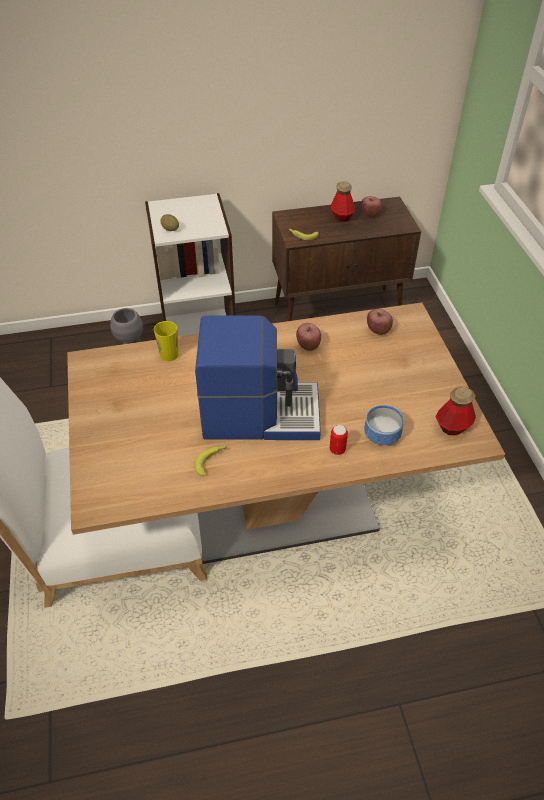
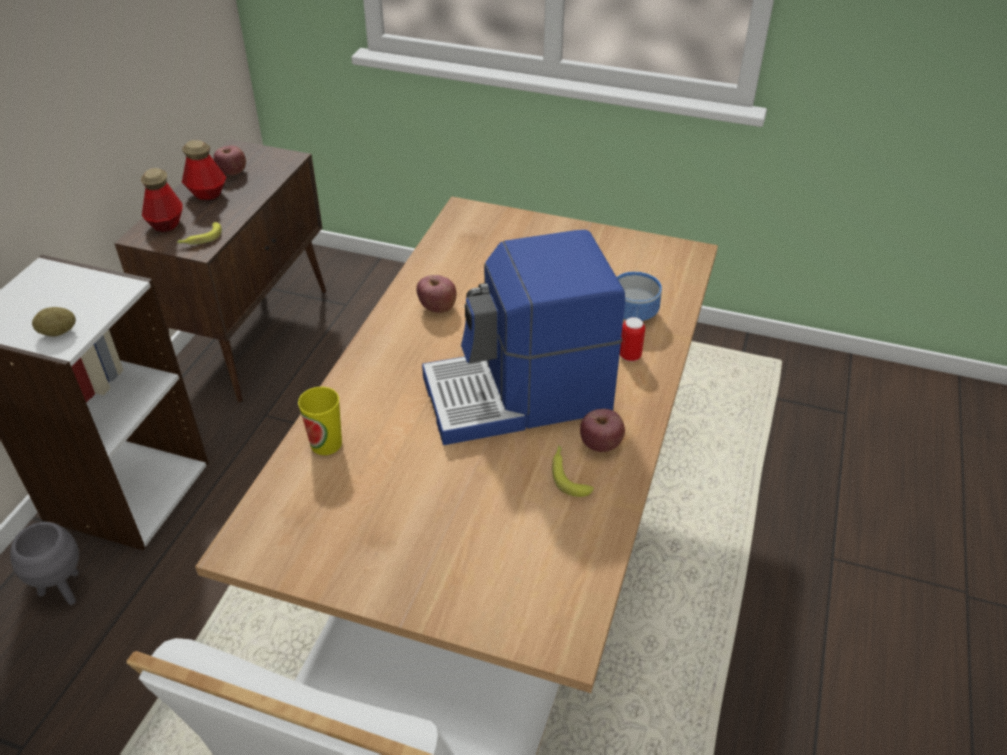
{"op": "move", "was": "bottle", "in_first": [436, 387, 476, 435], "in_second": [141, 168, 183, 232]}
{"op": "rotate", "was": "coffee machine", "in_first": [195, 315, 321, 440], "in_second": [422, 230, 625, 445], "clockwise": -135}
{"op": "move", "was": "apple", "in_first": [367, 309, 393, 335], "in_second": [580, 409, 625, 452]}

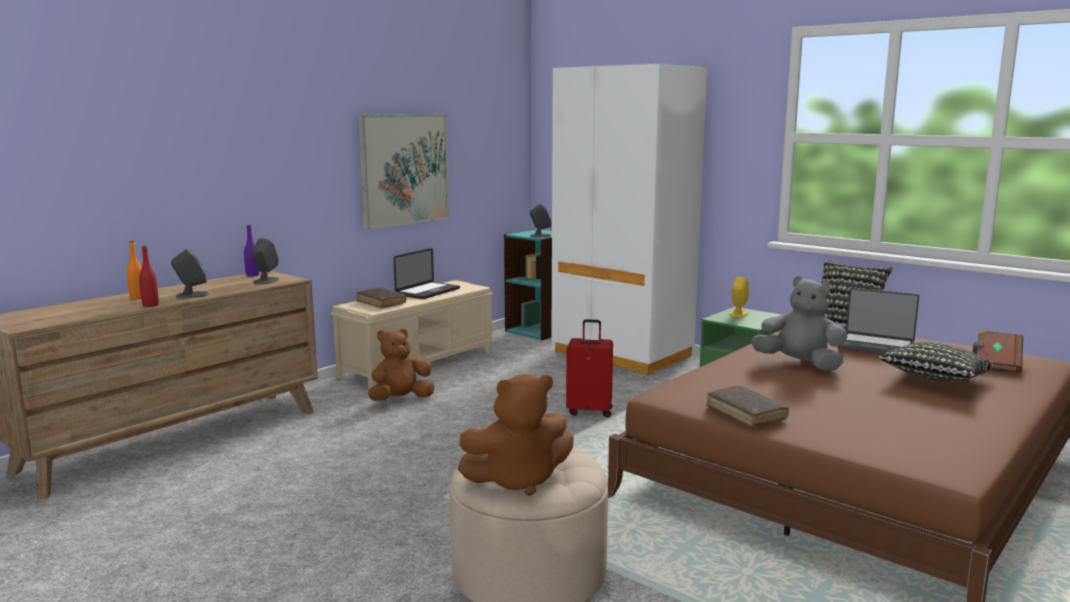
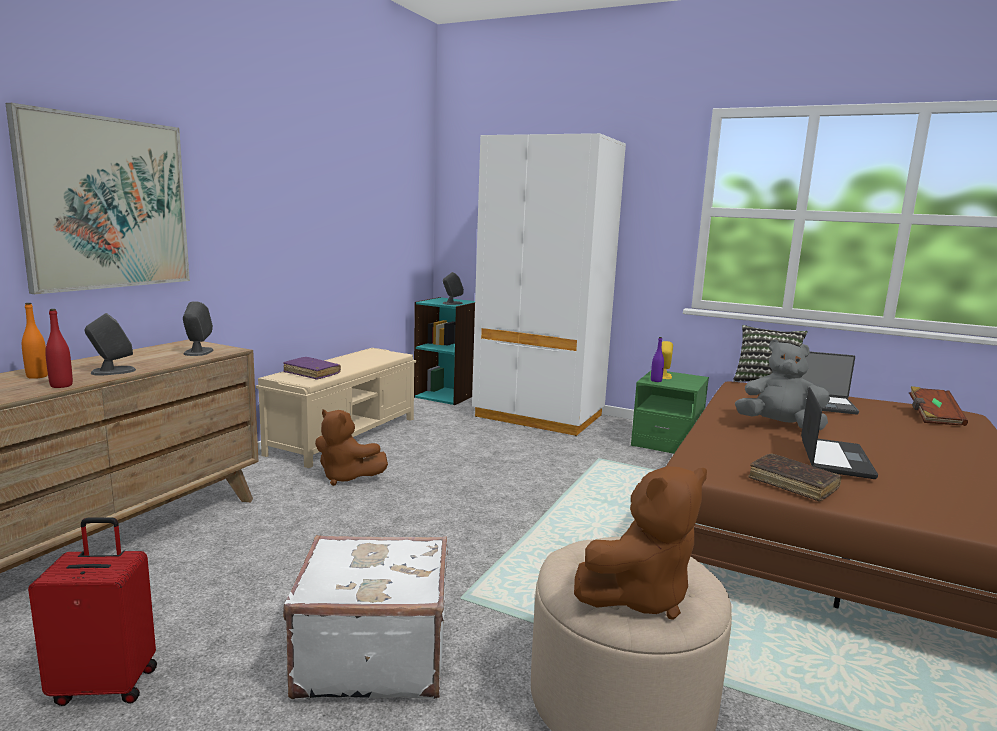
{"op": "move", "was": "picture", "in_first": [358, 114, 449, 230], "in_second": [6, 103, 190, 294]}
{"op": "move", "was": "red suitcase", "in_first": [566, 319, 613, 417], "in_second": [28, 517, 157, 706]}
{"op": "insert", "now": "white suitcase", "in_second": [283, 535, 448, 699]}
{"op": "recolor", "was": "brown book", "now": "purple book", "in_first": [357, 287, 406, 309], "in_second": [284, 357, 341, 380]}
{"op": "rotate", "was": "brown plush toy", "in_first": [368, 329, 435, 401], "in_second": [315, 410, 388, 486], "clockwise": -105}
{"op": "move", "was": "purple bottle", "in_first": [244, 225, 259, 277], "in_second": [651, 337, 664, 382]}
{"op": "move", "was": "laptop", "in_first": [394, 248, 460, 299], "in_second": [801, 387, 878, 479]}
{"op": "delete", "was": "pillow", "in_first": [878, 342, 994, 382]}

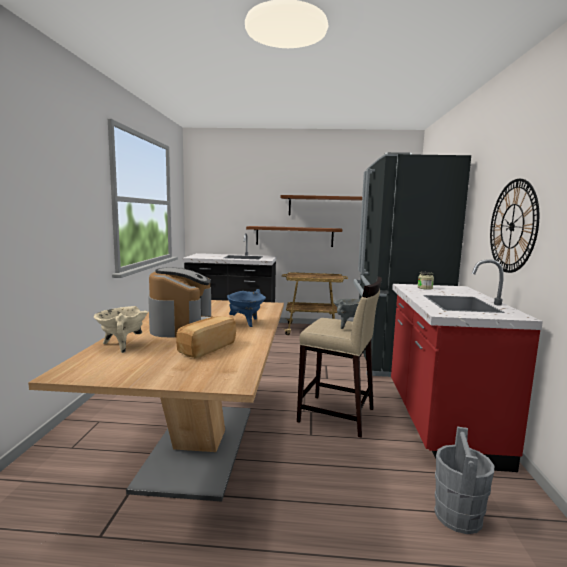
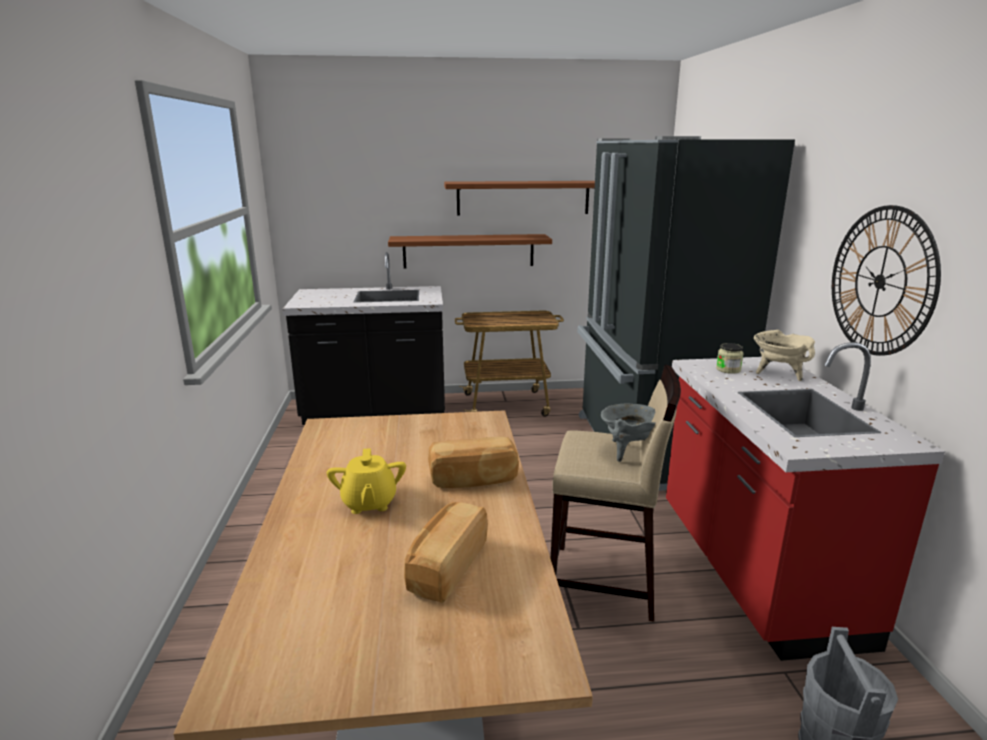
{"op": "replace", "was": "coffee machine", "now": "yellow teapot", "in_first": [148, 267, 211, 338], "in_second": [327, 448, 406, 514]}
{"op": "replace", "was": "blue cooking pot", "now": "bread", "in_first": [227, 289, 266, 327], "in_second": [428, 437, 519, 488]}
{"op": "move", "was": "beige cooking pot", "in_first": [94, 306, 148, 353], "in_second": [754, 330, 815, 381]}

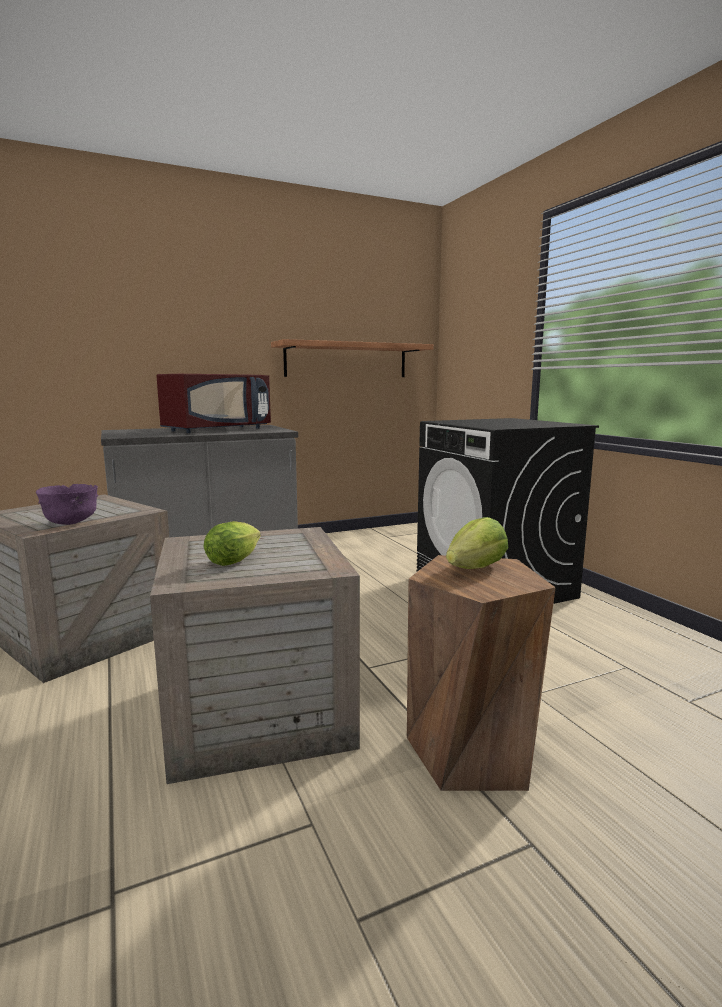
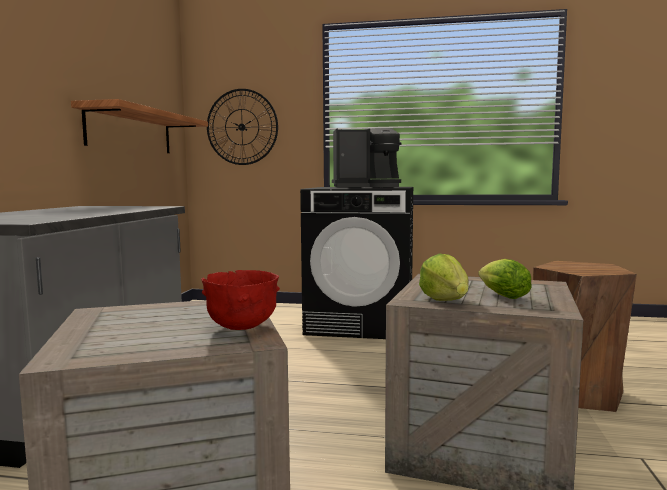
{"op": "recolor", "was": "purple bowl", "now": "red bowl", "in_first": [36, 484, 98, 525], "in_second": [201, 270, 280, 330]}
{"op": "insert", "now": "wall clock", "in_second": [207, 89, 278, 165]}
{"op": "insert", "now": "coffee machine", "in_second": [332, 128, 402, 187]}
{"op": "move", "was": "lettuce", "in_first": [446, 517, 508, 569], "in_second": [419, 253, 468, 301]}
{"op": "delete", "was": "red microwave", "in_first": [156, 374, 271, 433]}

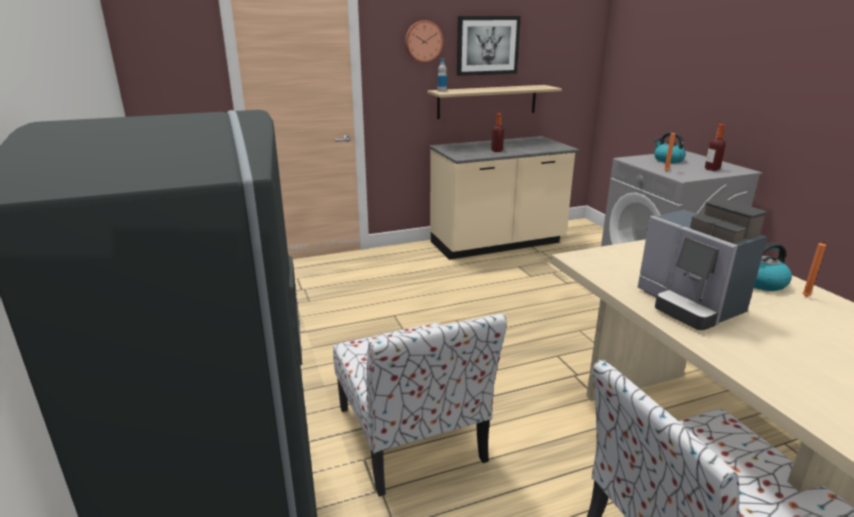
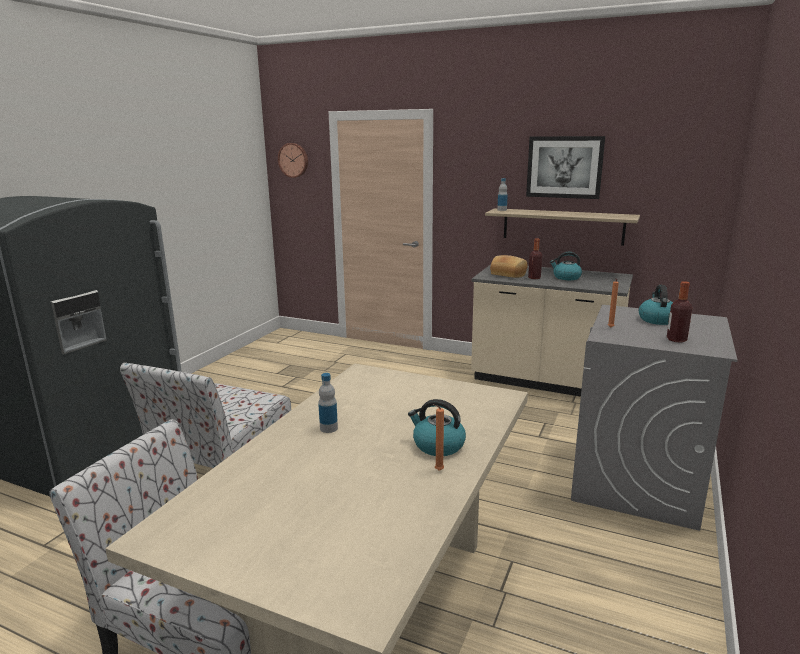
{"op": "move", "was": "wall clock", "in_first": [405, 20, 443, 63], "in_second": [278, 143, 308, 178]}
{"op": "replace", "was": "coffee machine", "now": "bottle", "in_first": [638, 198, 767, 330], "in_second": [318, 373, 338, 433]}
{"op": "insert", "now": "bread", "in_second": [490, 255, 528, 278]}
{"op": "insert", "now": "kettle", "in_second": [550, 252, 582, 280]}

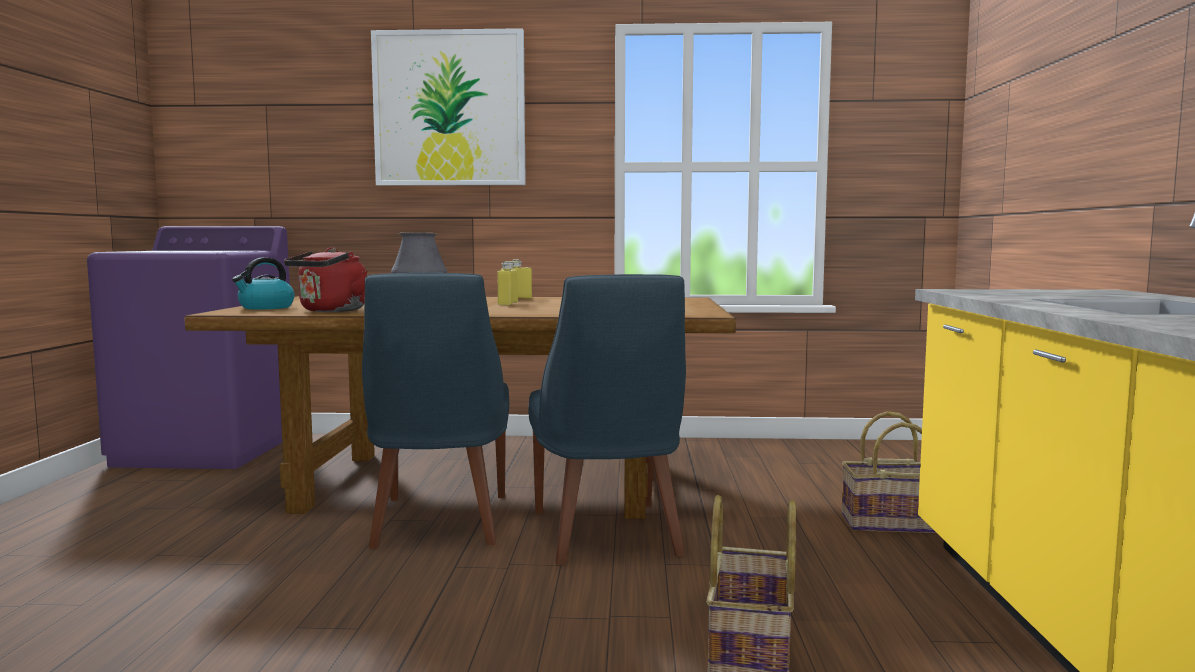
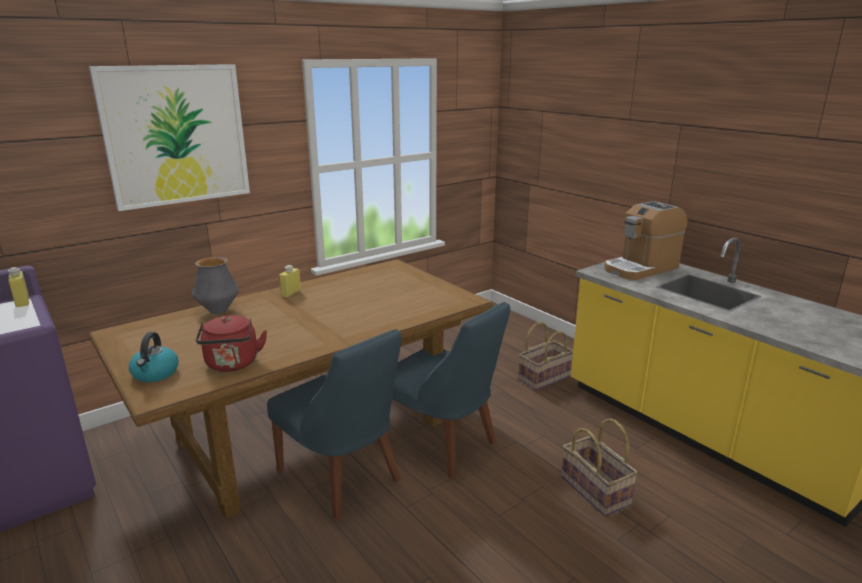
{"op": "move", "was": "yellow bottle", "in_first": [497, 261, 518, 305], "in_second": [8, 267, 29, 307]}
{"op": "insert", "now": "coffee machine", "in_second": [604, 201, 687, 280]}

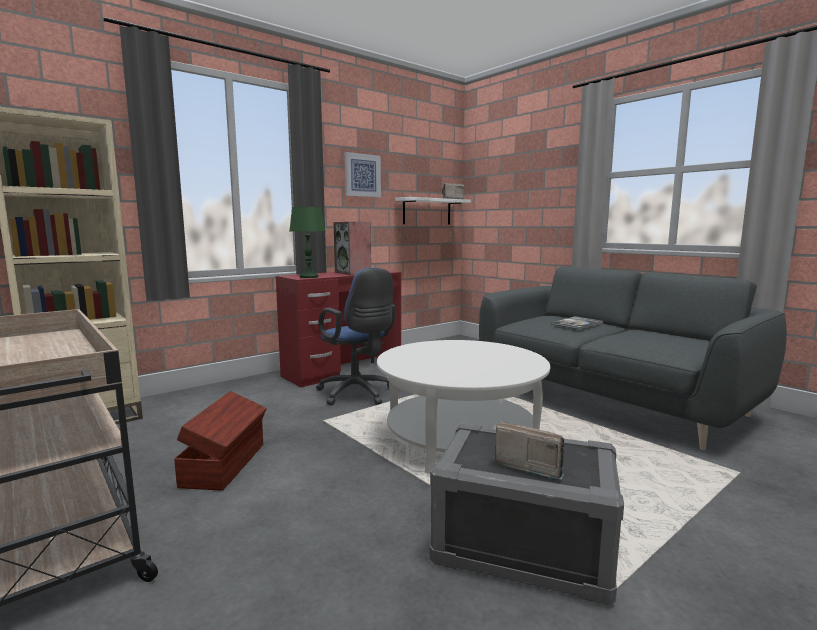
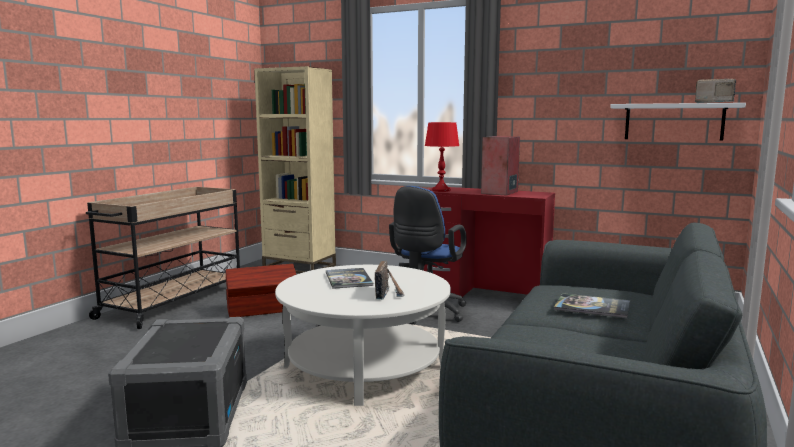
{"op": "insert", "now": "book", "in_second": [326, 268, 373, 289]}
{"op": "move", "was": "radio", "in_first": [495, 421, 564, 480], "in_second": [375, 260, 404, 300]}
{"op": "recolor", "was": "green table lamp", "now": "red table lamp", "in_first": [290, 207, 325, 278], "in_second": [425, 122, 459, 192]}
{"op": "delete", "was": "picture", "in_first": [345, 152, 381, 197]}

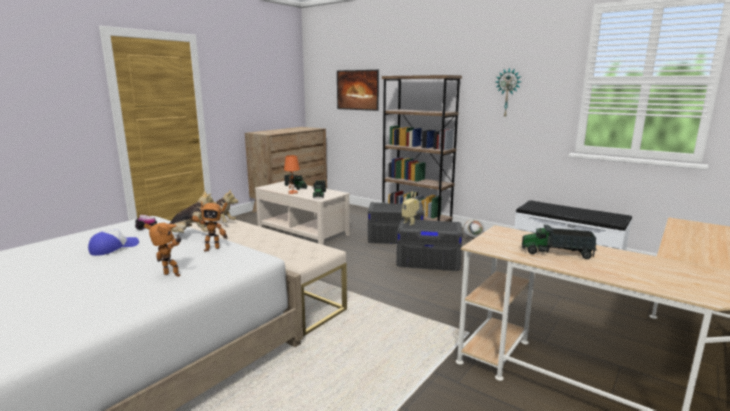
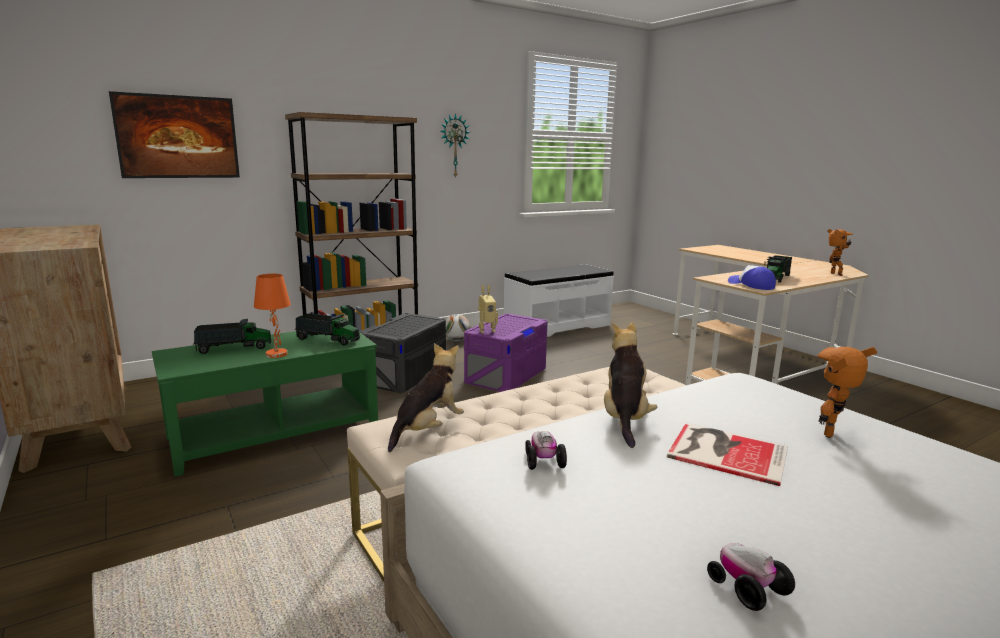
{"op": "recolor", "was": "beige coffee table", "now": "green coffee table", "in_first": [255, 181, 350, 245], "in_second": [152, 331, 378, 476]}
{"op": "recolor", "was": "grey storage box", "now": "purple storage box", "in_first": [396, 219, 463, 271], "in_second": [464, 313, 548, 392]}
{"op": "insert", "now": "book", "in_second": [667, 423, 788, 486]}
{"op": "insert", "now": "toy car", "in_second": [707, 543, 795, 611]}
{"op": "move", "was": "cap", "in_first": [88, 229, 139, 256], "in_second": [728, 265, 776, 290]}
{"op": "move", "was": "toy robot", "in_first": [188, 201, 227, 251], "in_second": [827, 229, 853, 276]}

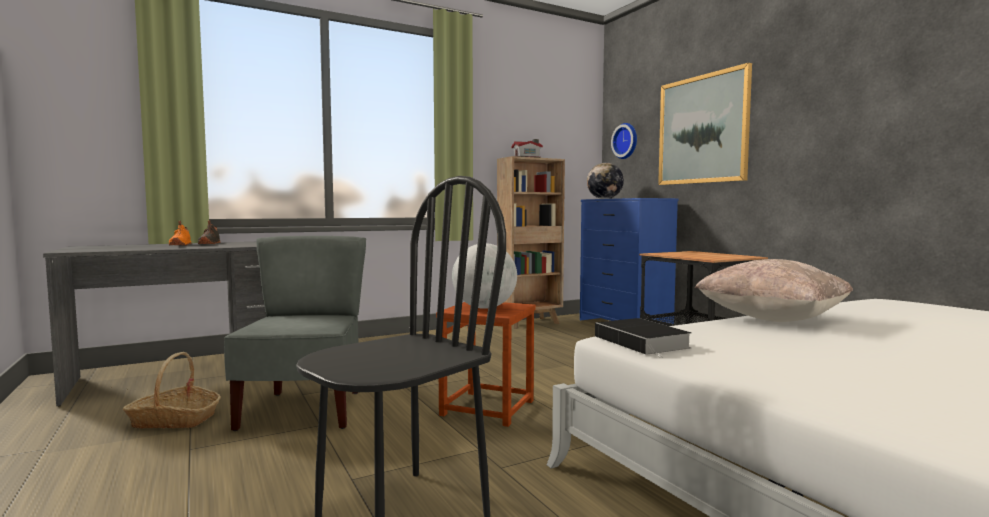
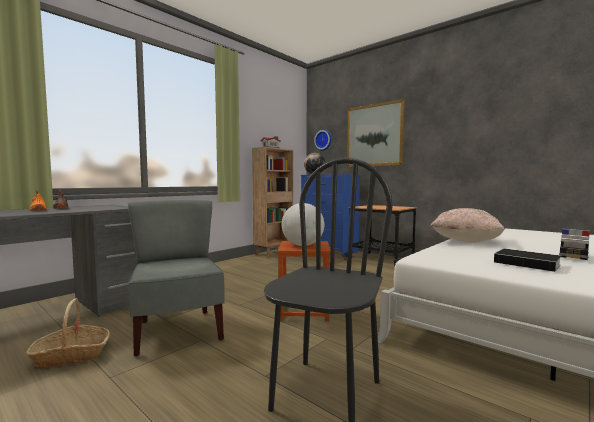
{"op": "move", "was": "book", "in_first": [595, 318, 692, 358], "in_second": [494, 249, 569, 273]}
{"op": "insert", "now": "toy car", "in_second": [559, 229, 590, 260]}

